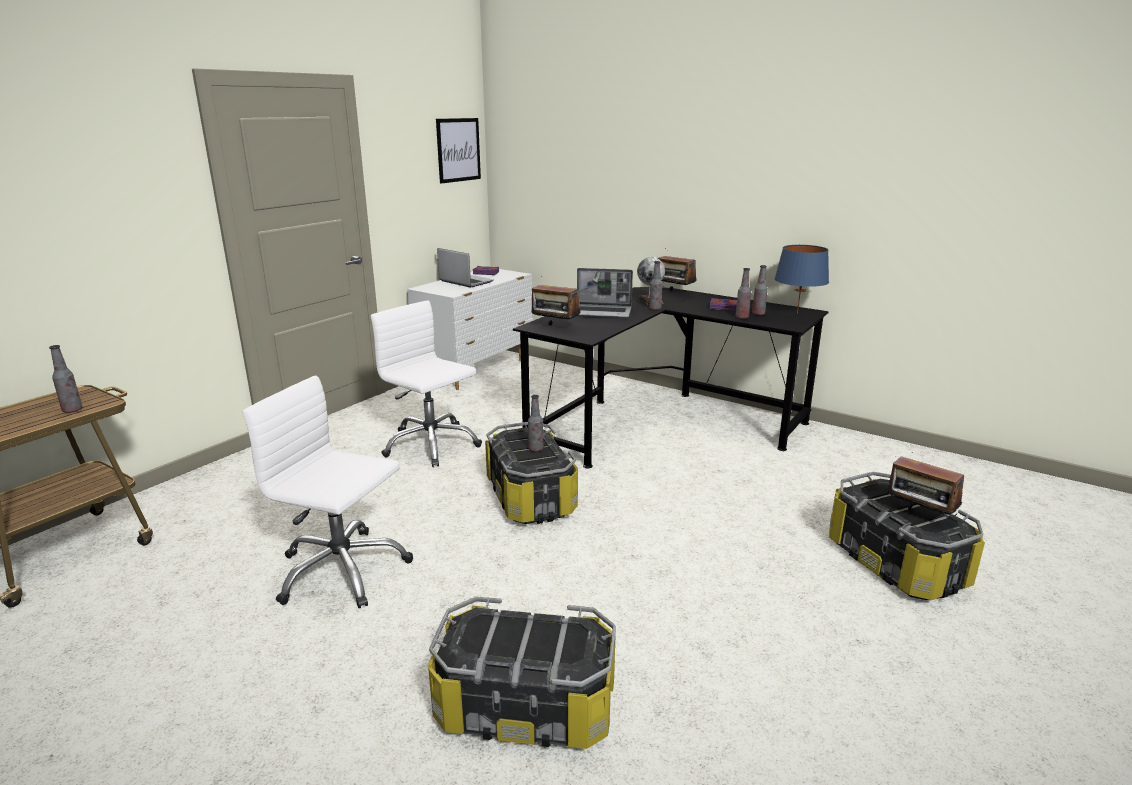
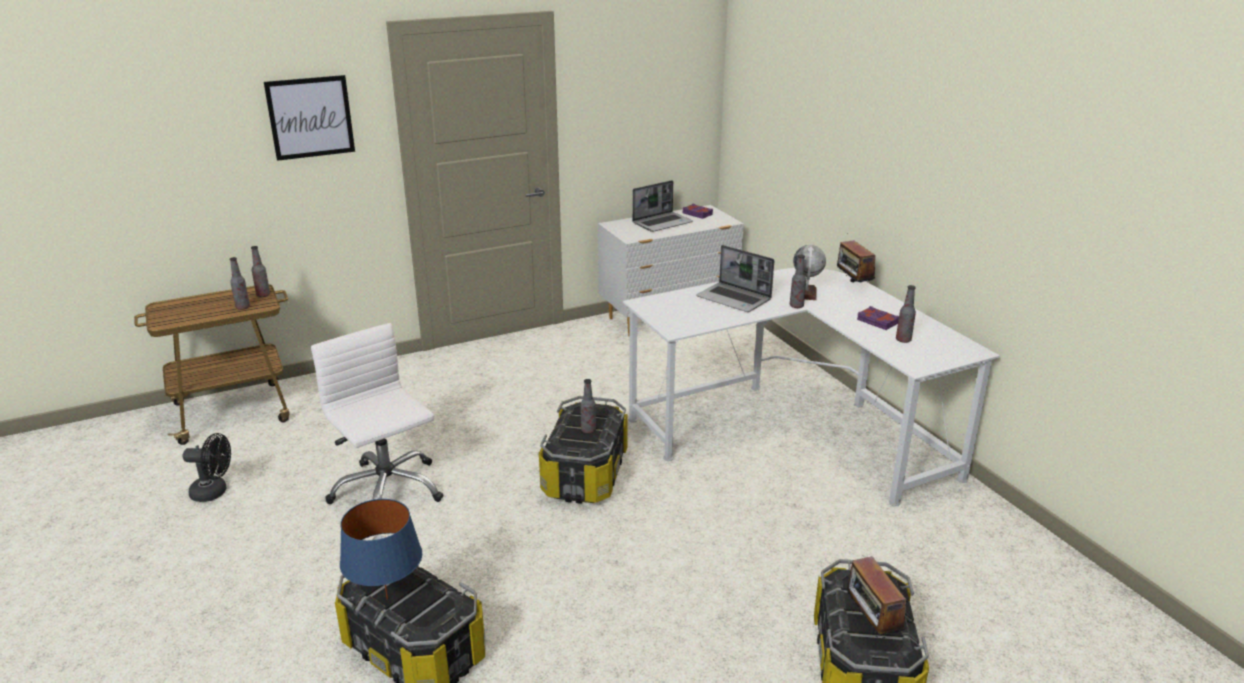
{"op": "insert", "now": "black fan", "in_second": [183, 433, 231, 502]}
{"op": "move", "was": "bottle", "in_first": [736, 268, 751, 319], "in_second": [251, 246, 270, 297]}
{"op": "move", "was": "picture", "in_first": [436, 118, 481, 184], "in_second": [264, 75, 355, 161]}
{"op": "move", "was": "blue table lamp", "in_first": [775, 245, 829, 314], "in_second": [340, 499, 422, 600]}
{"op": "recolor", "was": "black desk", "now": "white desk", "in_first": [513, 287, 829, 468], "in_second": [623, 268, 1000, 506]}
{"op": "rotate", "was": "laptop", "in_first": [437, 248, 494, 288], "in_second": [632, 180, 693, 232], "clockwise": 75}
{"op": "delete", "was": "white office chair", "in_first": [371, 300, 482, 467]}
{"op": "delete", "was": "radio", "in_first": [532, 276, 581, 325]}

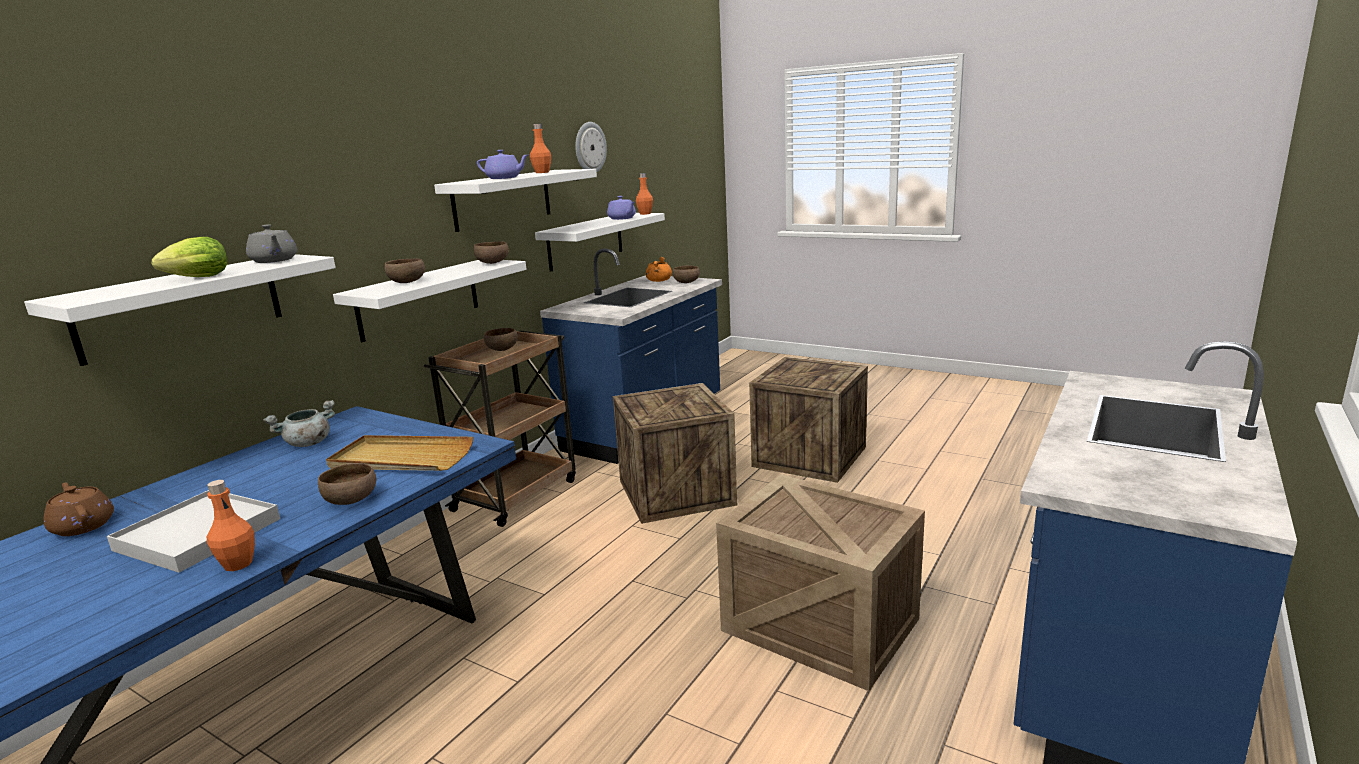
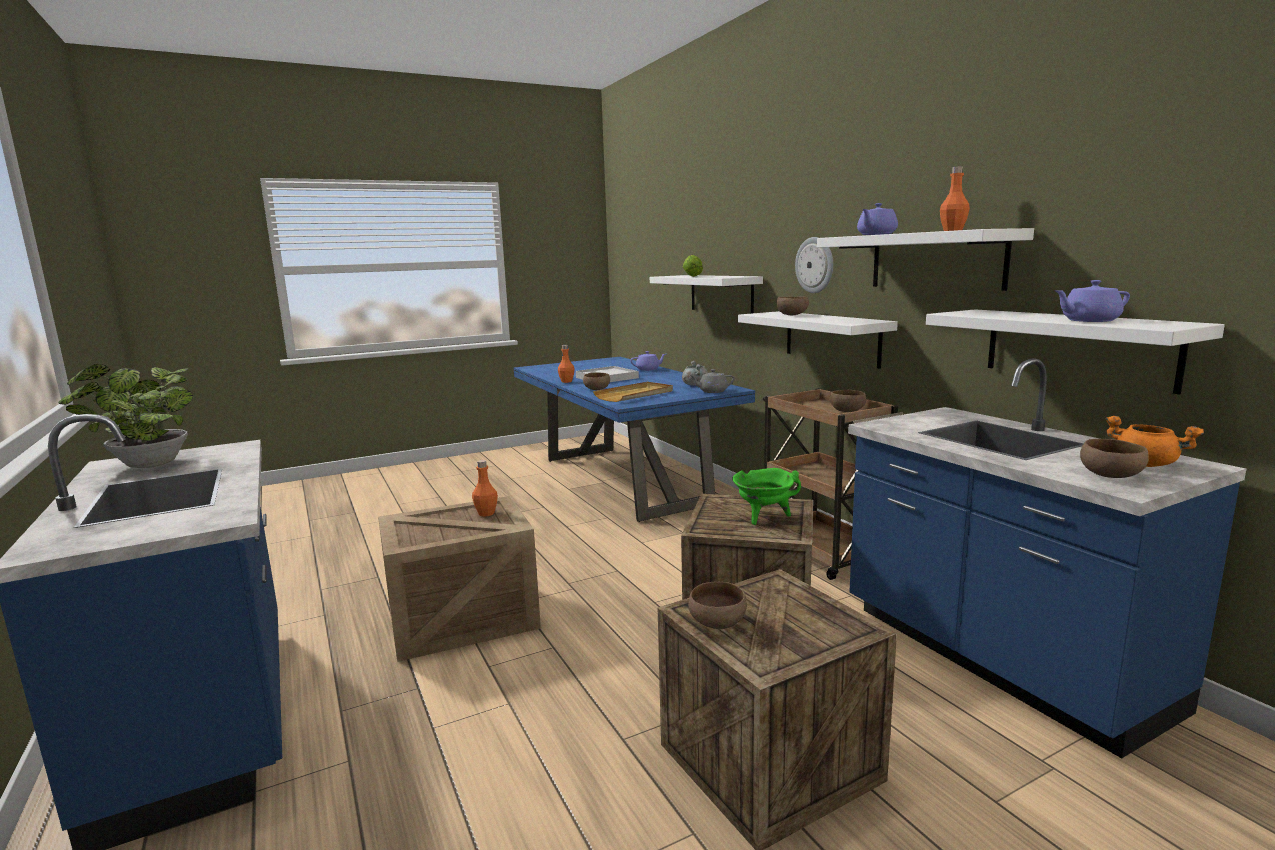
{"op": "insert", "now": "potted plant", "in_second": [58, 364, 193, 468]}
{"op": "move", "was": "orange bottle", "in_first": [636, 173, 653, 215], "in_second": [472, 460, 498, 517]}
{"op": "recolor", "was": "brown teapot", "now": "purple teapot", "in_first": [44, 482, 114, 536], "in_second": [630, 351, 666, 371]}
{"op": "move", "was": "brown bowl", "in_first": [474, 241, 509, 264], "in_second": [688, 581, 747, 629]}
{"op": "move", "was": "grey teapot", "in_first": [246, 224, 297, 263], "in_second": [689, 369, 735, 393]}
{"op": "insert", "now": "green cooking pot", "in_second": [732, 468, 801, 525]}
{"op": "move", "was": "wall clock", "in_first": [575, 122, 607, 172], "in_second": [795, 237, 833, 293]}

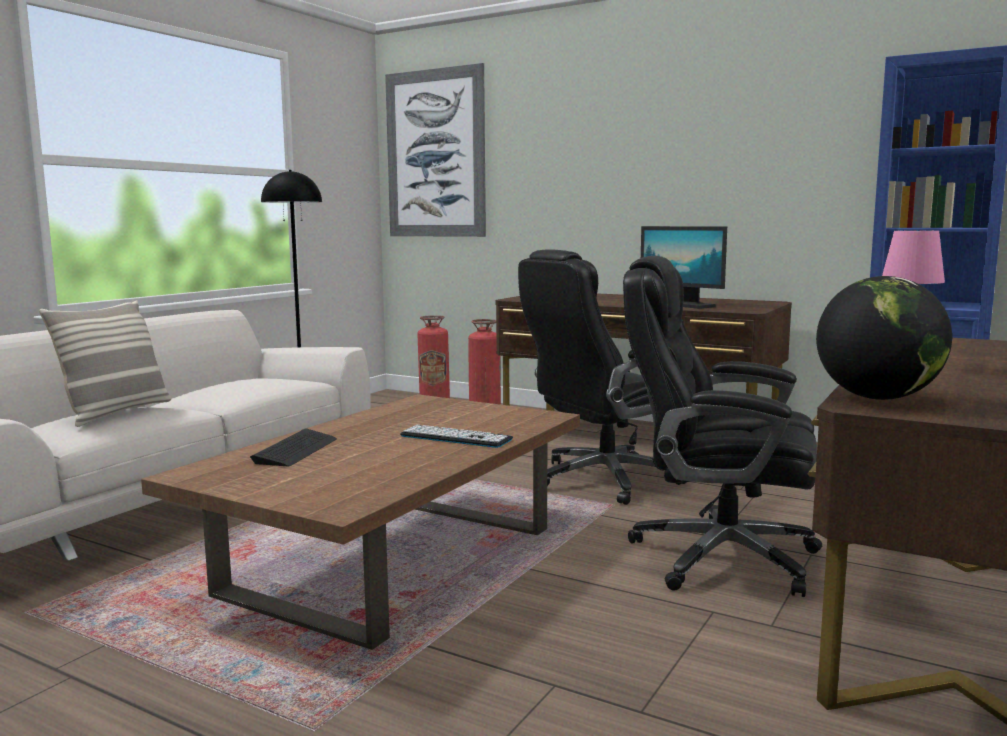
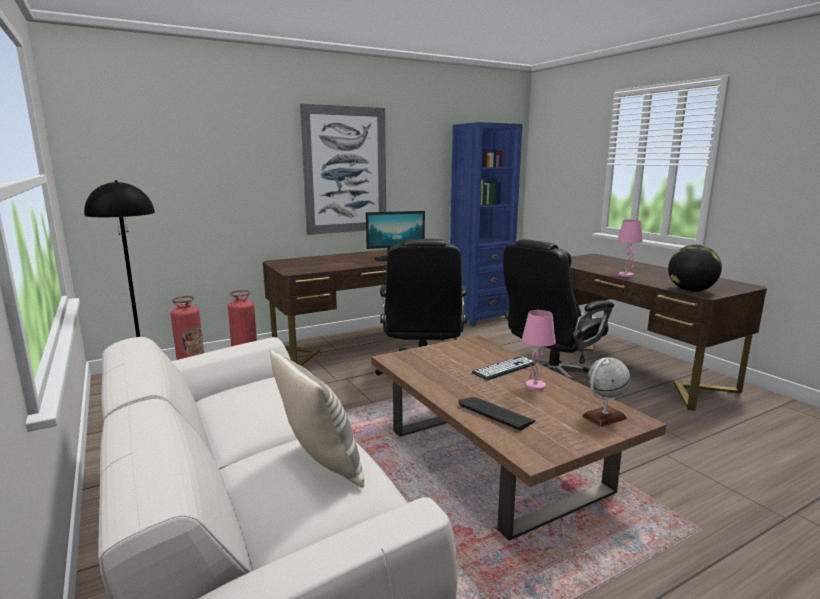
{"op": "move", "was": "picture", "in_first": [385, 63, 486, 237], "in_second": [300, 104, 386, 235]}
{"op": "insert", "now": "pink table lamp", "in_second": [522, 310, 556, 391]}
{"op": "insert", "now": "globe", "in_second": [582, 357, 630, 427]}

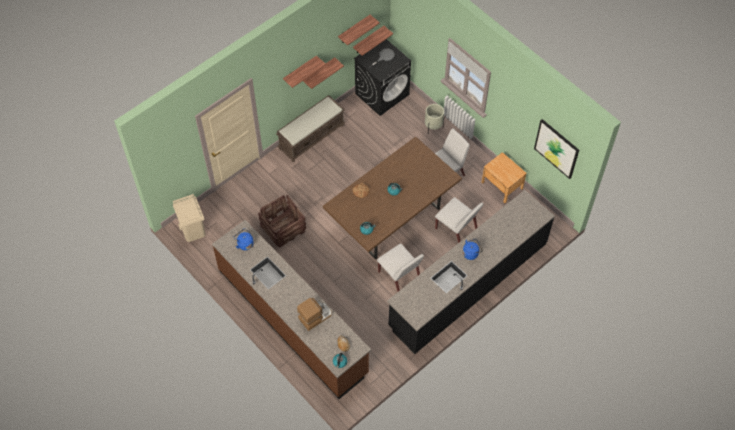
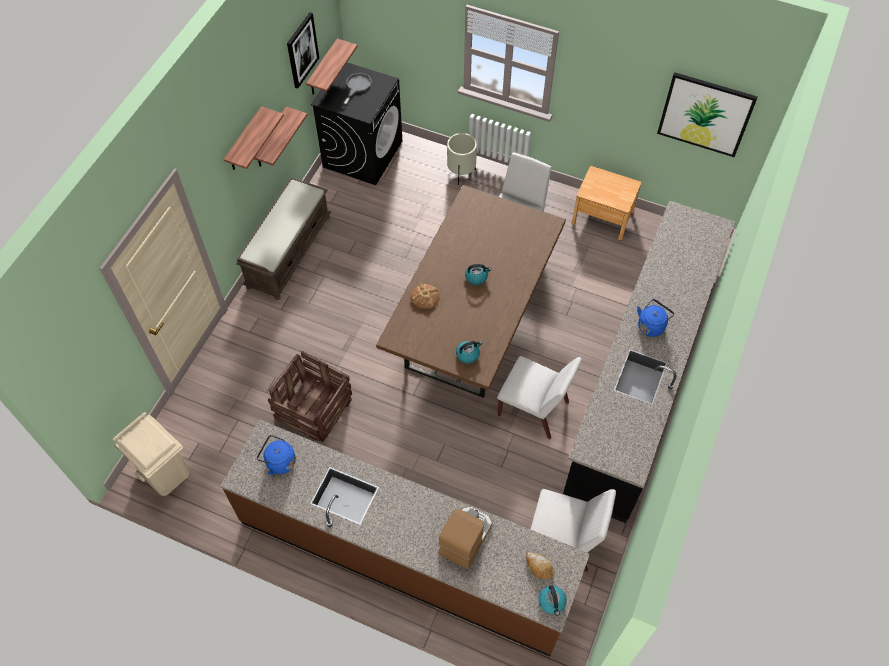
{"op": "replace", "was": "shelf", "now": "picture", "in_first": [338, 15, 380, 46], "in_second": [287, 12, 319, 89]}
{"op": "move", "was": "white chair", "in_first": [435, 197, 484, 243], "in_second": [531, 489, 616, 572]}

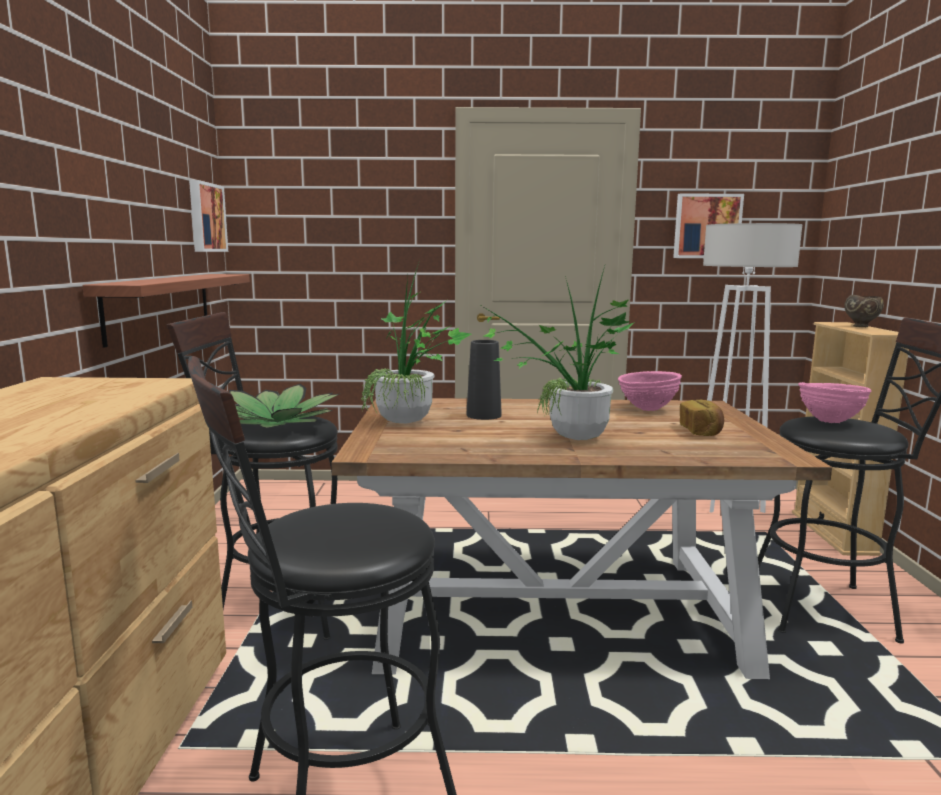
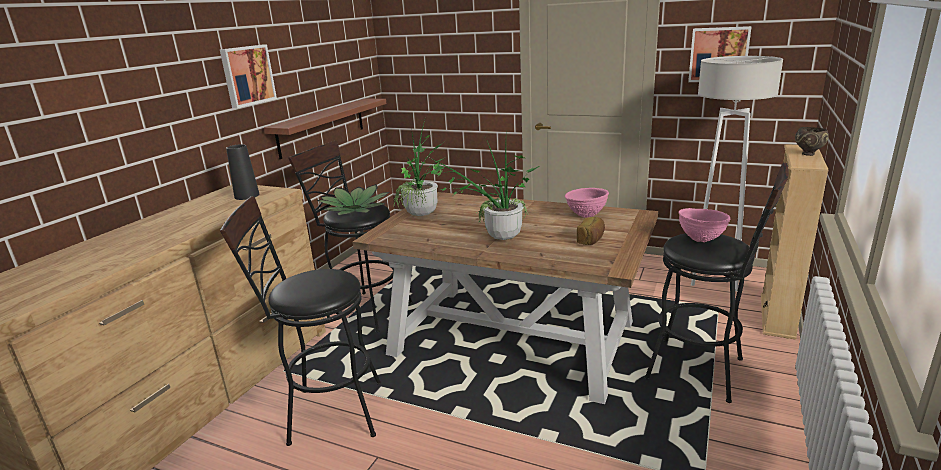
{"op": "move", "was": "picture", "in_first": [189, 180, 228, 252], "in_second": [220, 44, 277, 108]}
{"op": "move", "was": "black vase", "in_first": [466, 340, 502, 420], "in_second": [226, 144, 259, 200]}

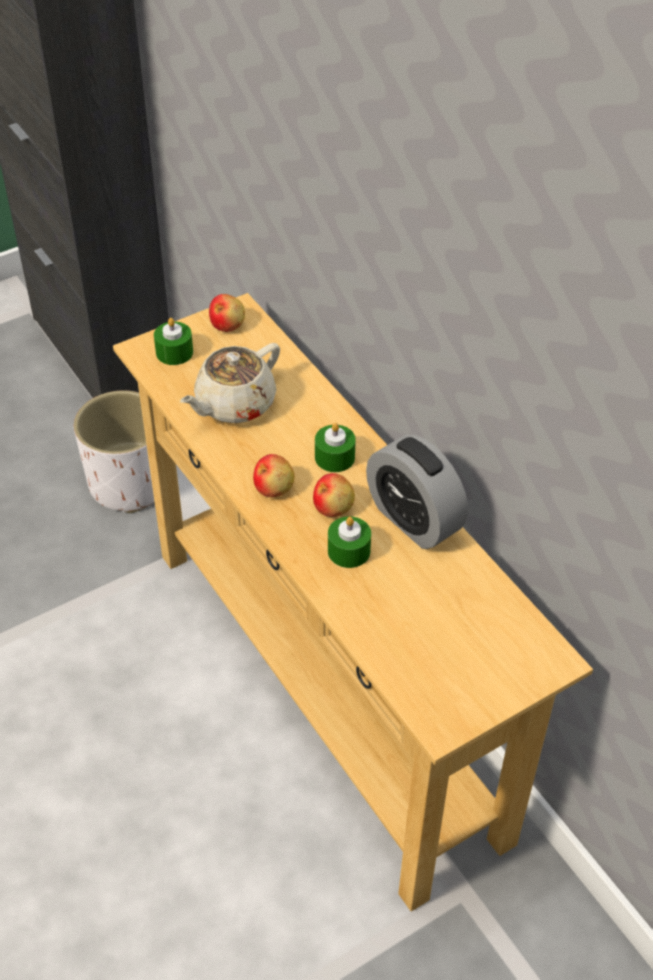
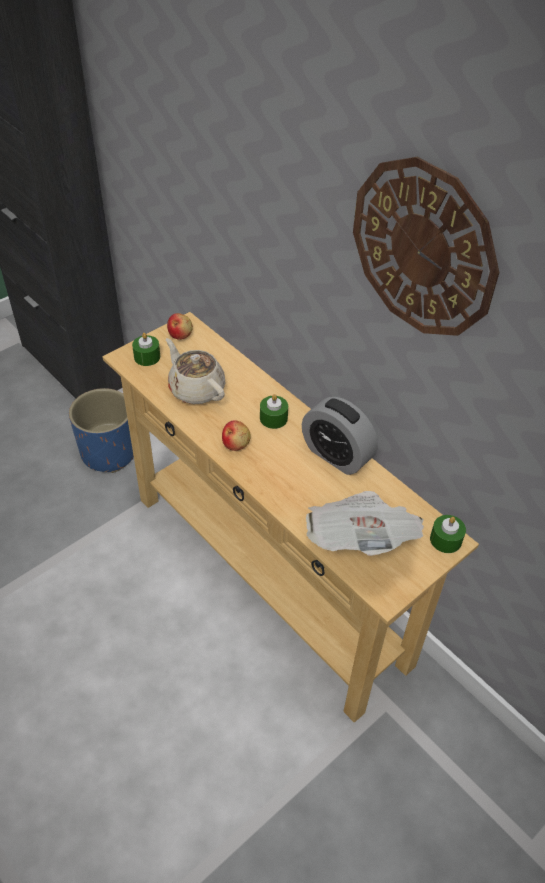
{"op": "recolor", "was": "white planter", "now": "blue planter", "in_first": [74, 390, 154, 513], "in_second": [69, 388, 134, 473]}
{"op": "rotate", "was": "beige teapot", "in_first": [180, 343, 280, 423], "in_second": [166, 338, 226, 404], "clockwise": 105}
{"op": "insert", "now": "newspaper", "in_second": [306, 491, 424, 556]}
{"op": "insert", "now": "wall clock", "in_second": [353, 156, 499, 336]}
{"op": "move", "was": "green candle", "in_first": [328, 516, 371, 568], "in_second": [430, 515, 466, 553]}
{"op": "delete", "was": "apple", "in_first": [313, 473, 355, 517]}

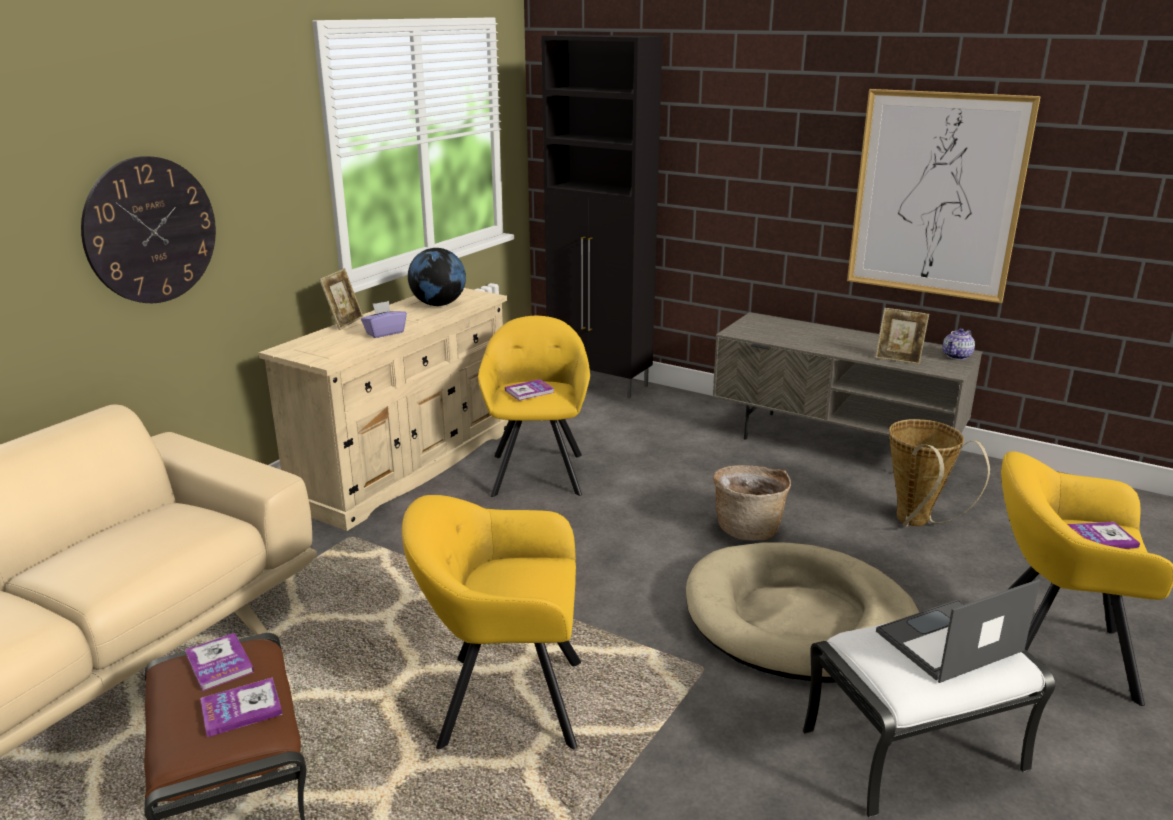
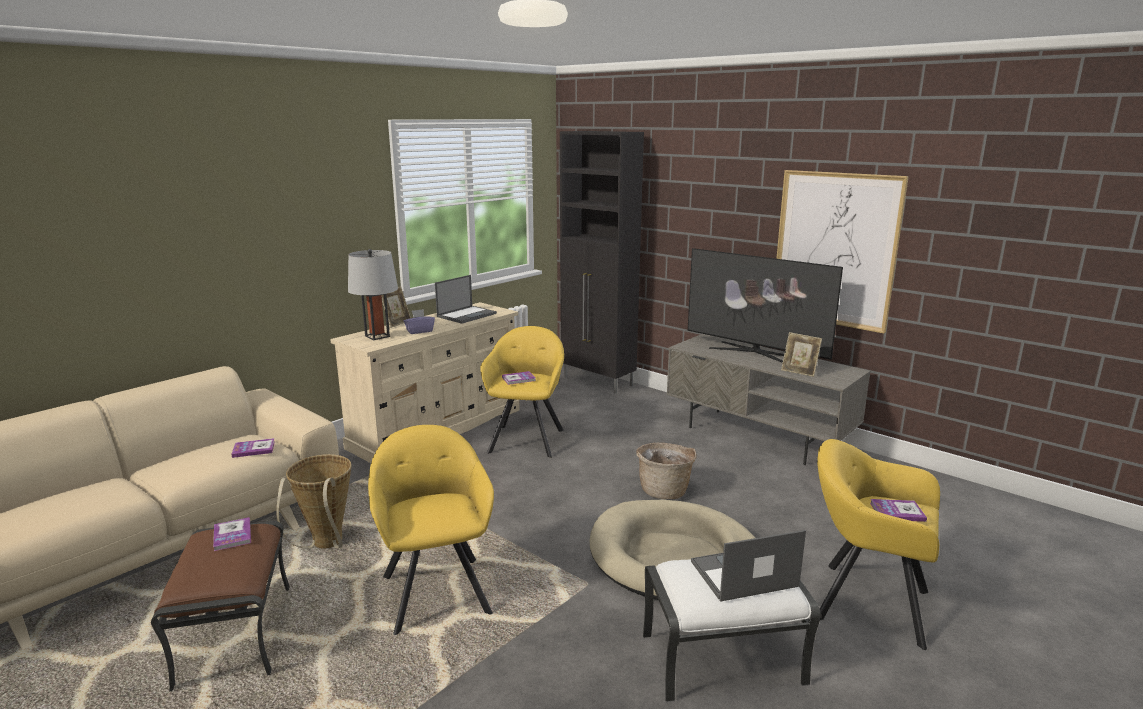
{"op": "move", "was": "book", "in_first": [200, 677, 282, 737], "in_second": [231, 438, 275, 458]}
{"op": "move", "was": "basket", "in_first": [889, 419, 990, 526], "in_second": [276, 454, 351, 549]}
{"op": "insert", "now": "grey table lamp", "in_second": [348, 249, 398, 340]}
{"op": "rotate", "was": "yellow armchair", "in_first": [402, 495, 581, 749], "in_second": [368, 425, 494, 635], "clockwise": 60}
{"op": "replace", "was": "globe", "now": "laptop", "in_first": [408, 248, 466, 306], "in_second": [435, 275, 497, 324]}
{"op": "insert", "now": "television", "in_second": [688, 248, 843, 363]}
{"op": "delete", "was": "wall clock", "in_first": [81, 156, 216, 303]}
{"op": "delete", "was": "teapot", "in_first": [943, 328, 975, 360]}

